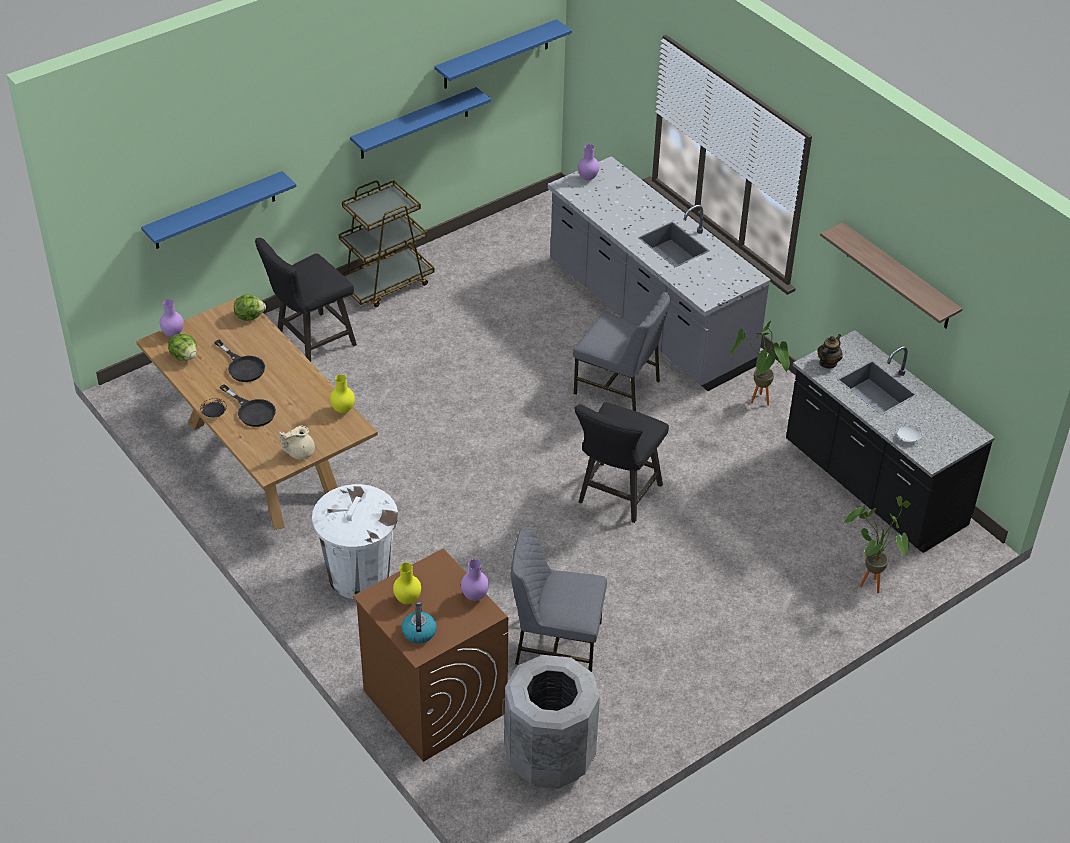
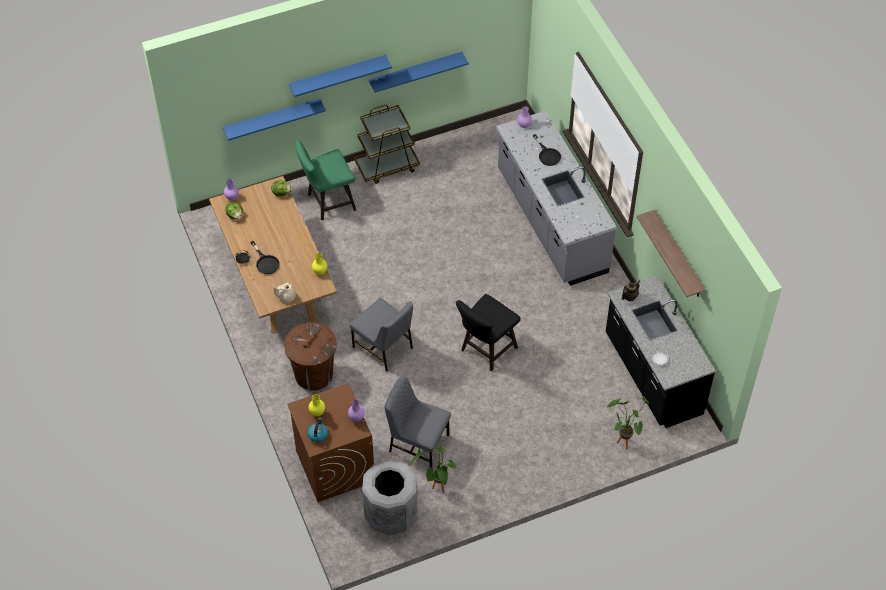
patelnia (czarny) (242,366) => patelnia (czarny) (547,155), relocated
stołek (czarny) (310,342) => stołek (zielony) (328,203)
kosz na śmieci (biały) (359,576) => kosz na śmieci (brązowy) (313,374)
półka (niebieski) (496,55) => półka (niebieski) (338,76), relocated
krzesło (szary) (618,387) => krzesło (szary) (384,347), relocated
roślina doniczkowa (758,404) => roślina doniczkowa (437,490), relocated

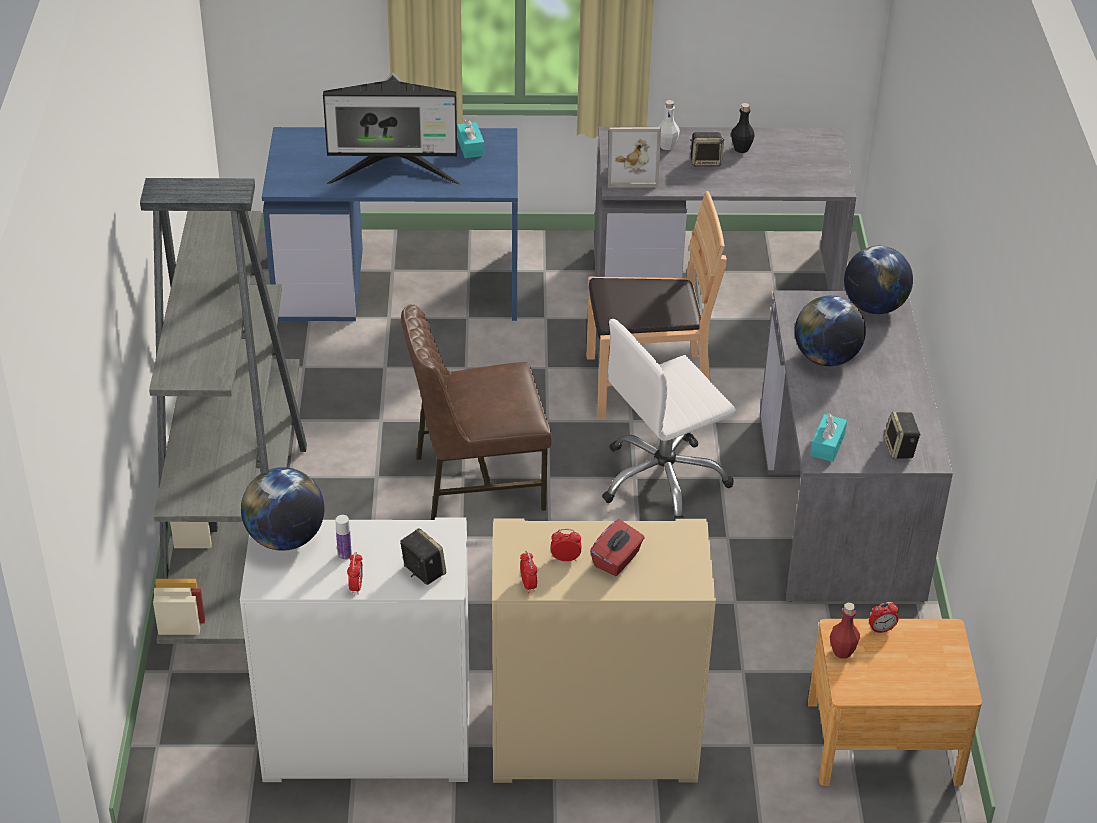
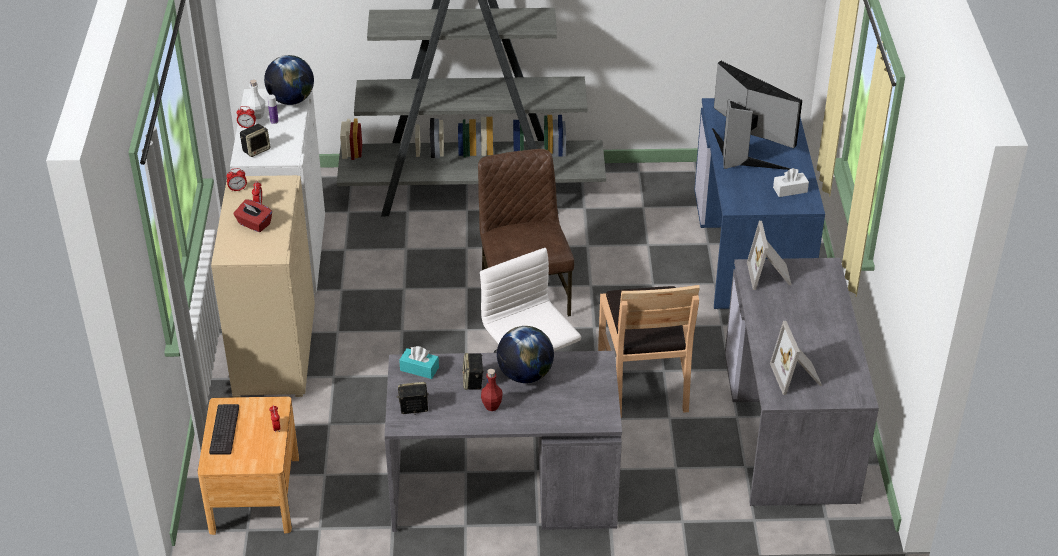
monitor (394,174) => monitor (743,154), 135 degrees clockwise
pudełko chusteczek (turkusowy) (470,147) => pudełko chusteczek (biały) (790,190)
butelka (biały) (667,146) => butelka (biały) (257,116), relocated
głośnik (706,161) => głośnik (473,381), relocated
butelka (czarny) (741,149) => nothing
butelka (czerwony) (842,651) => butelka (czerwony) (492,406), relocated
globus (874,307) => nothing
nothing => klawiatura (224,429)
nothing => ramka na zdjęcie (797,376)

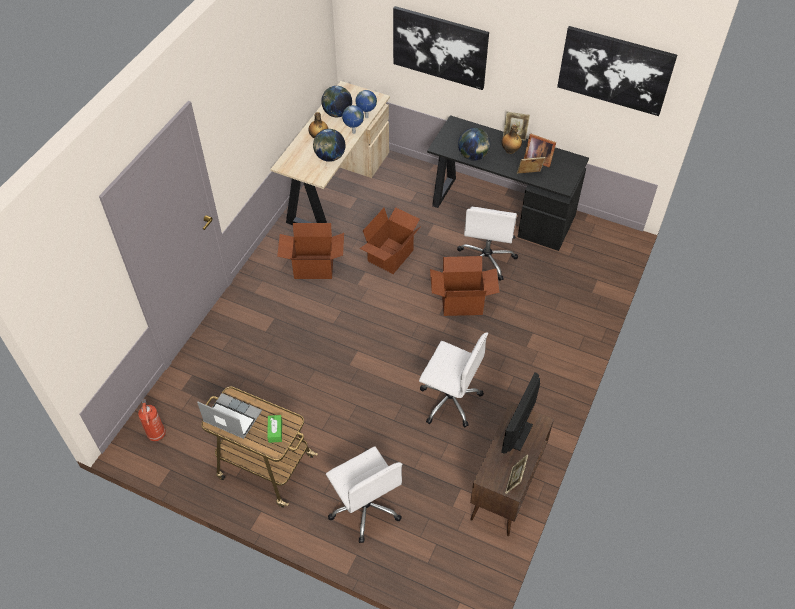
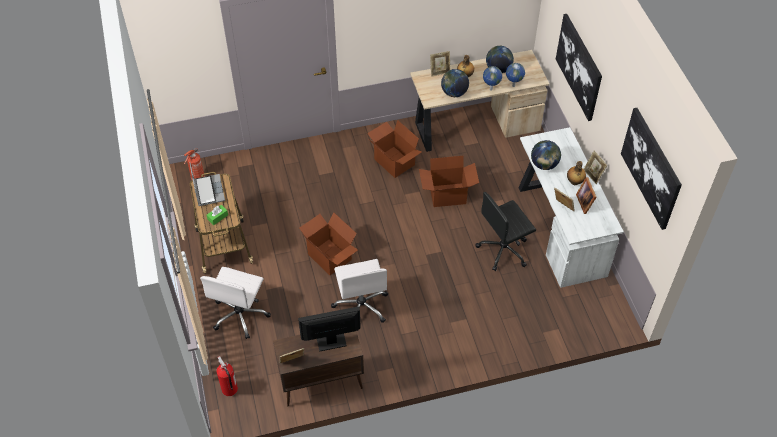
biurko (czarny) (500,210) => biurko (biały) (560,228)
karton (462,302) => karton (330,256), relocated
krzesło biurowe (biały) (486,259) => krzesło biurowe (czarny) (504,250)
nothing => gaśnica (229,389)
nothing => ramka na zdjęcie (440,72)

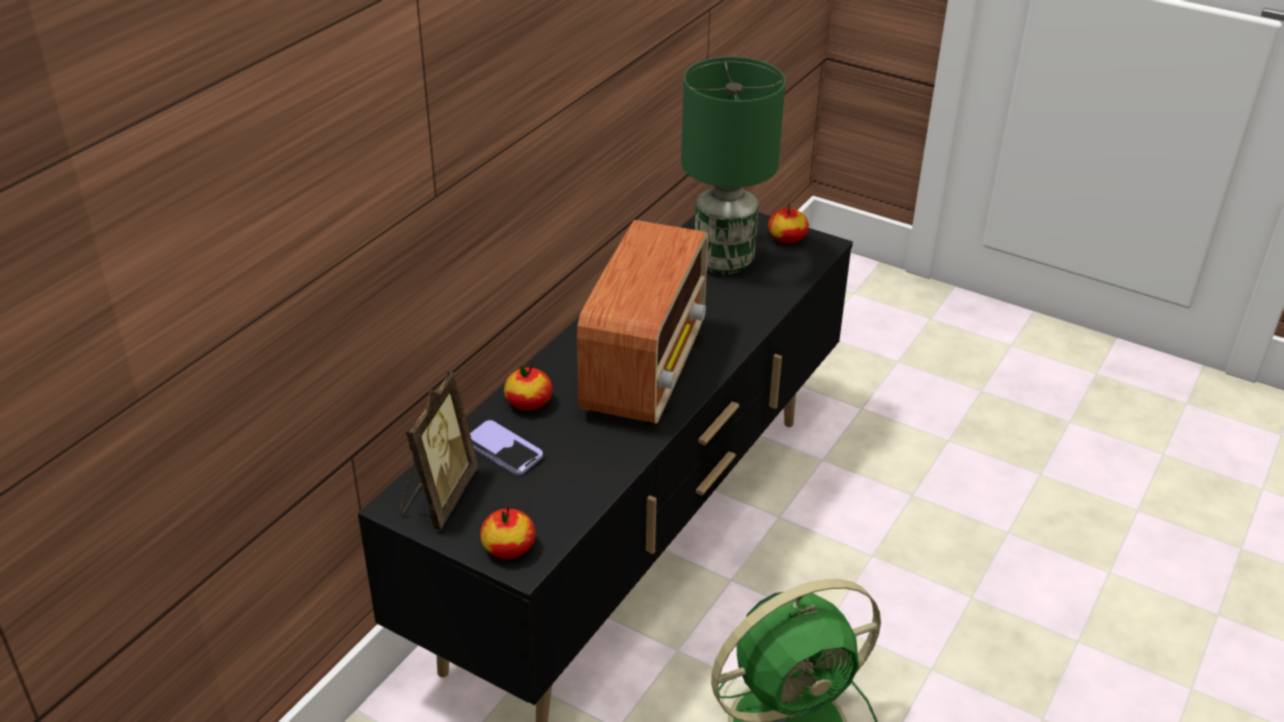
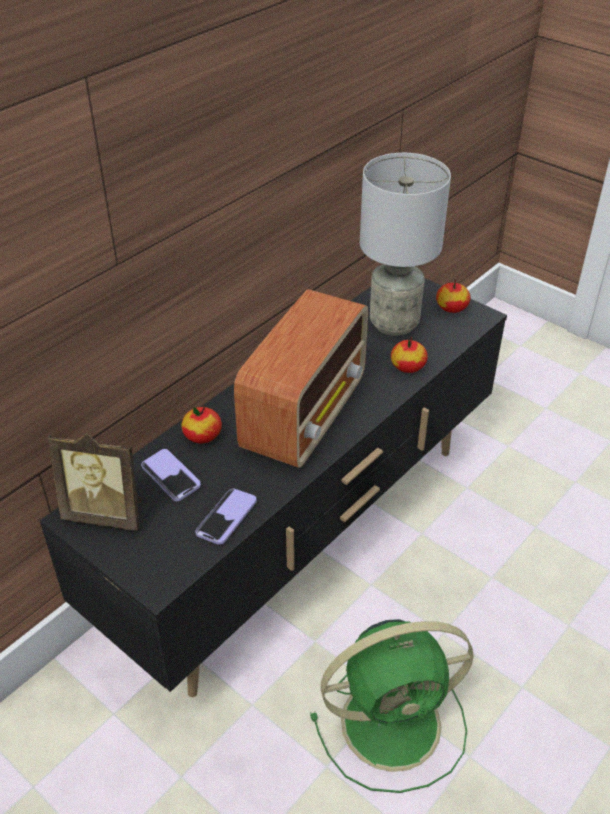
ramka na zdjęcie (438,496) => ramka na zdjęcie (107,513), 75 degrees clockwise
jabłko (508,548) => jabłko (408,366), relocated
lampa stołowa (zielony) (722,262) => lampa stołowa (szary) (393,324)
nothing => telefon (226,517)

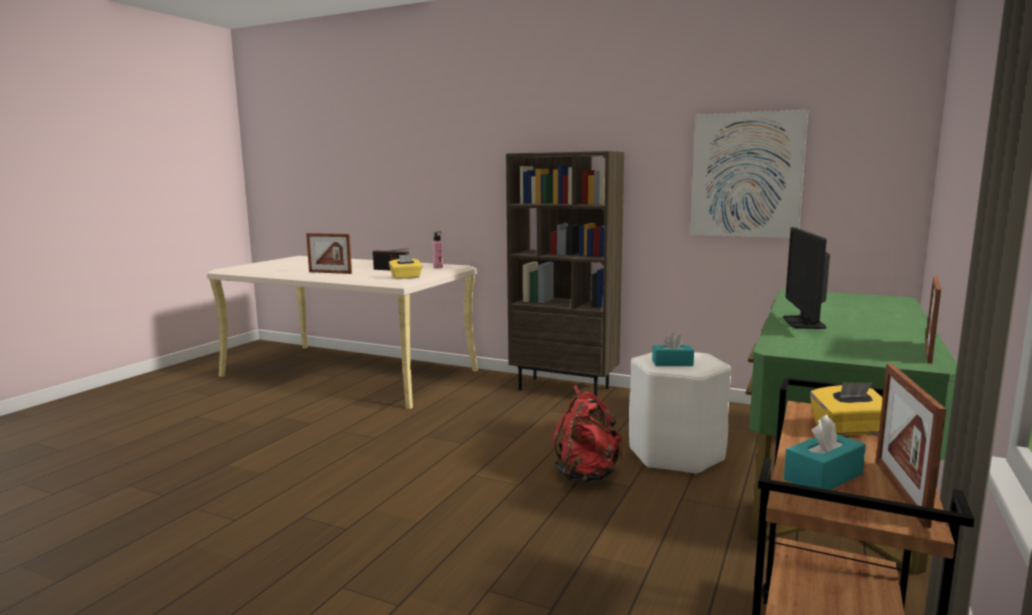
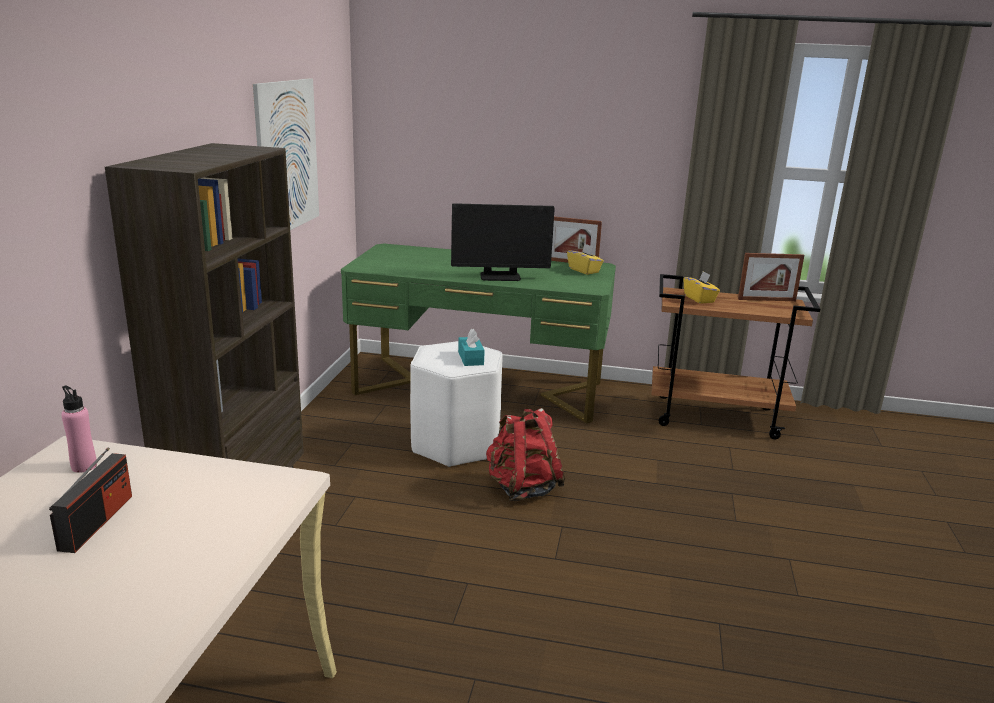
ramka na zdjęcie (330,272) => nothing
pudełko chusteczek (żółty) (406,277) => pudełko chusteczek (żółty) (584,270), relocated
pudełko chusteczek (turkusowy) (823,477) => nothing

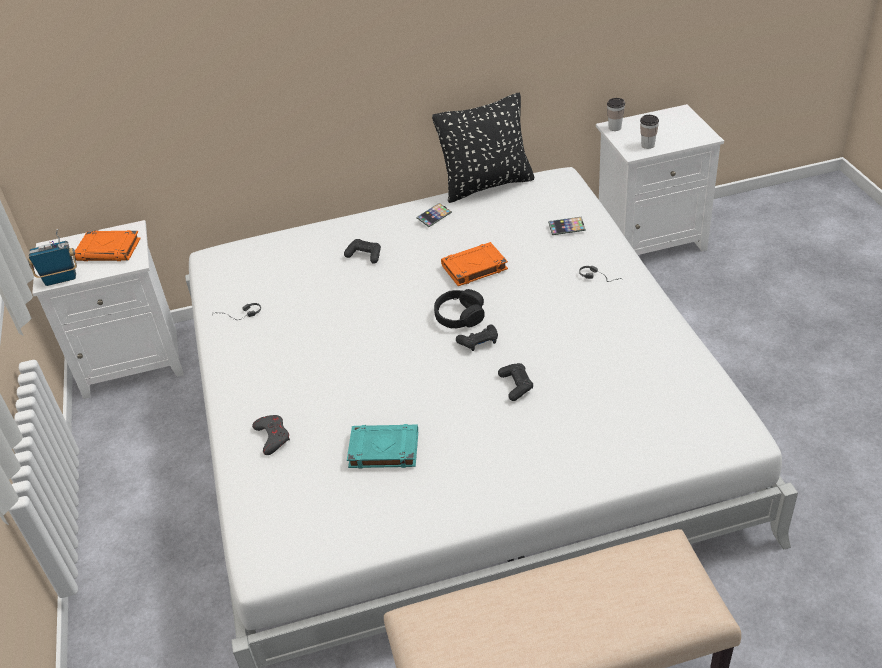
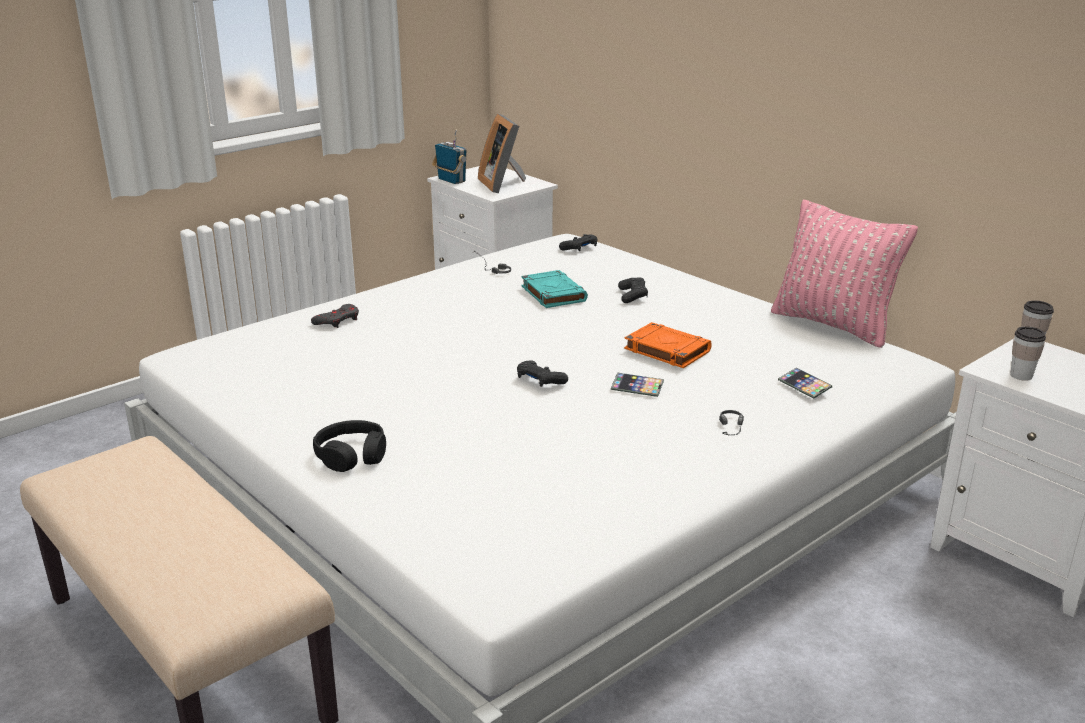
książka (pomarańczowy) (109,250) => ramka na zdjęcie (503,184)
książka (turkusowy) (383,450) => książka (turkusowy) (552,293), relocated
telefon (434,217) => telefon (637,388), relocated
poduszka (czarny) (487,185) => poduszka (różowy) (833,325)
słuchawki (czarny) (459,316) => słuchawki (czarny) (351,455), relocated
pad do gier (czarny) (516,385) => pad do gier (czarny) (579,248), relocated

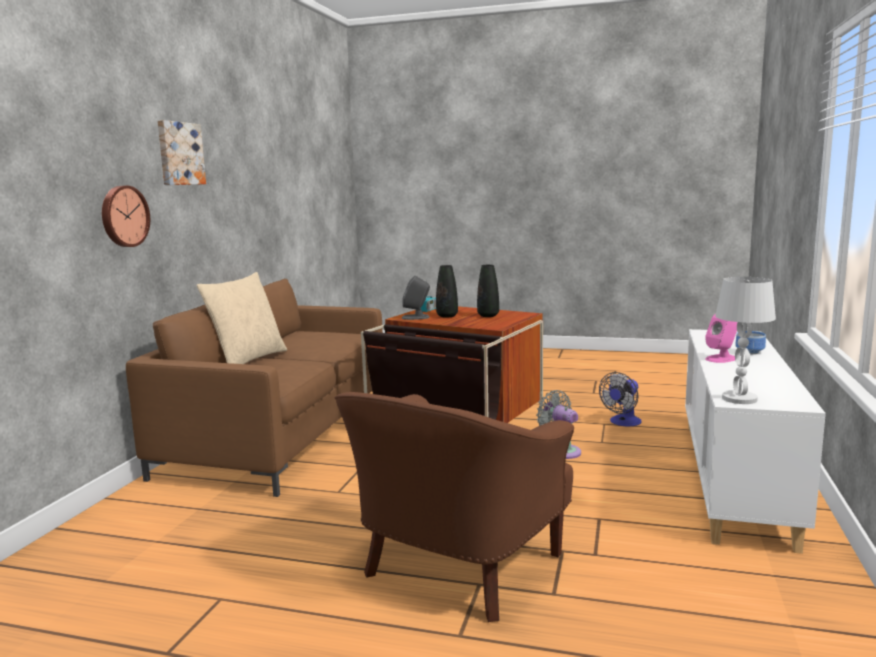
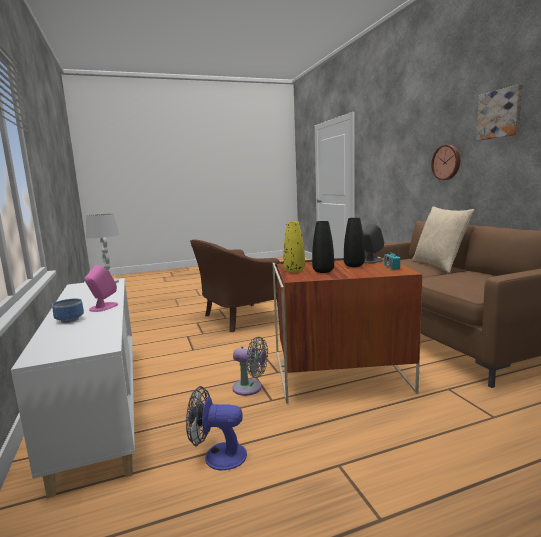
fotel (brązowy) (456,569) => fotel (brązowy) (238,318), 120 degrees counterclockwise
wentylator (623,422) => wentylator (217,456), 90 degrees counterclockwise
nothing => wazon (żółty) (294,271)

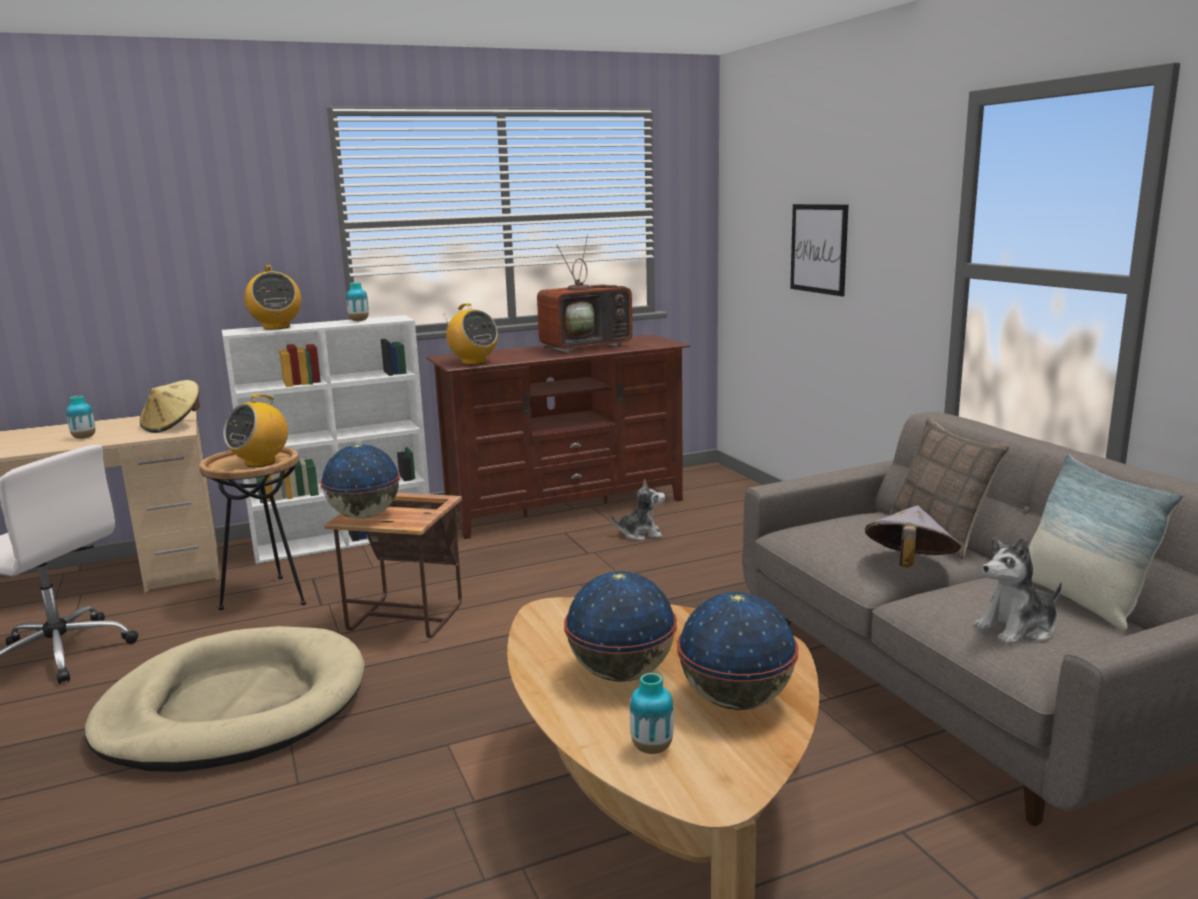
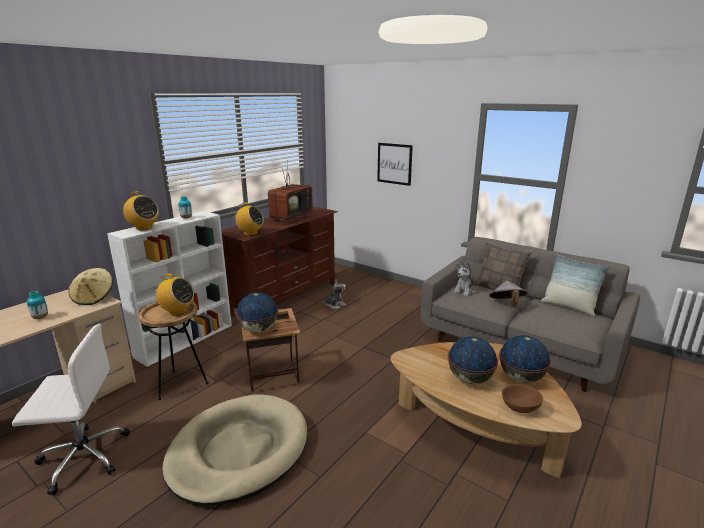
radio (261,462) => radio (177,311), 75 degrees counterclockwise
wazon (652,748) => miska (brązowy) (520,407)
pluszak (1017,629) => pluszak (465,291), relocated

